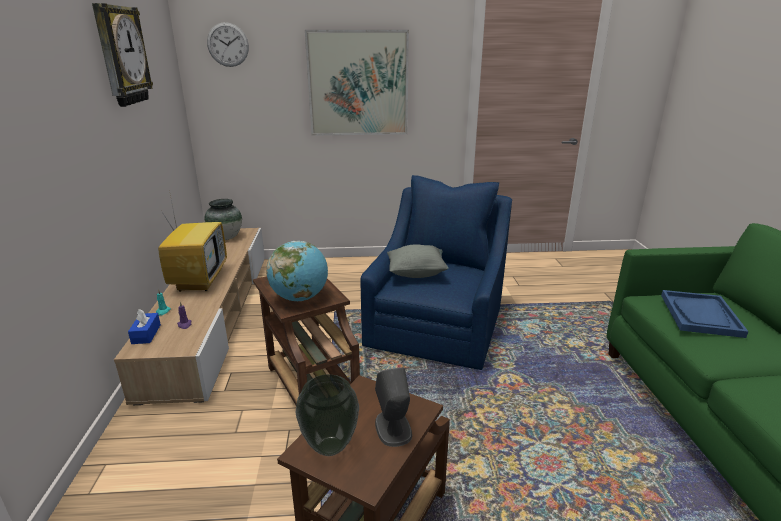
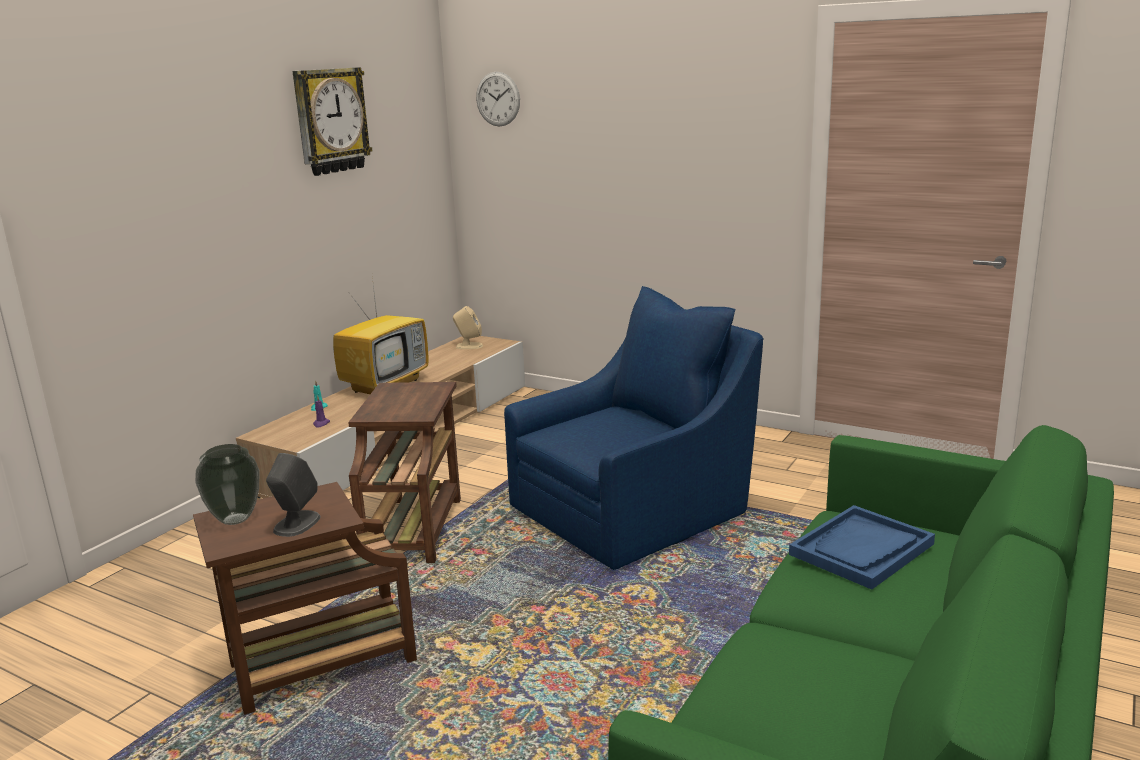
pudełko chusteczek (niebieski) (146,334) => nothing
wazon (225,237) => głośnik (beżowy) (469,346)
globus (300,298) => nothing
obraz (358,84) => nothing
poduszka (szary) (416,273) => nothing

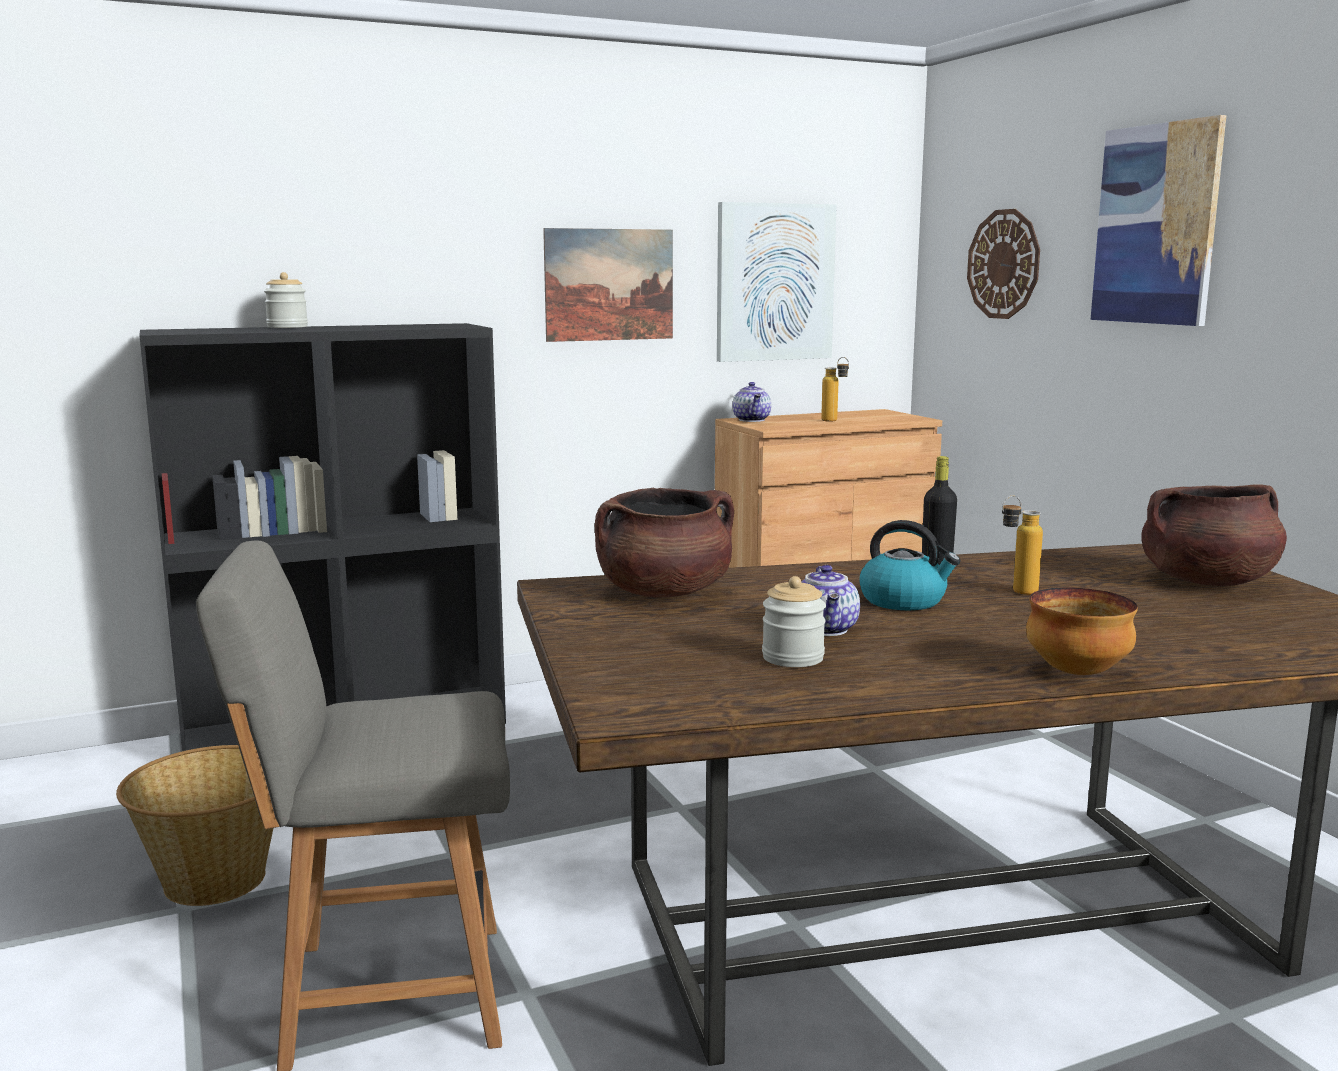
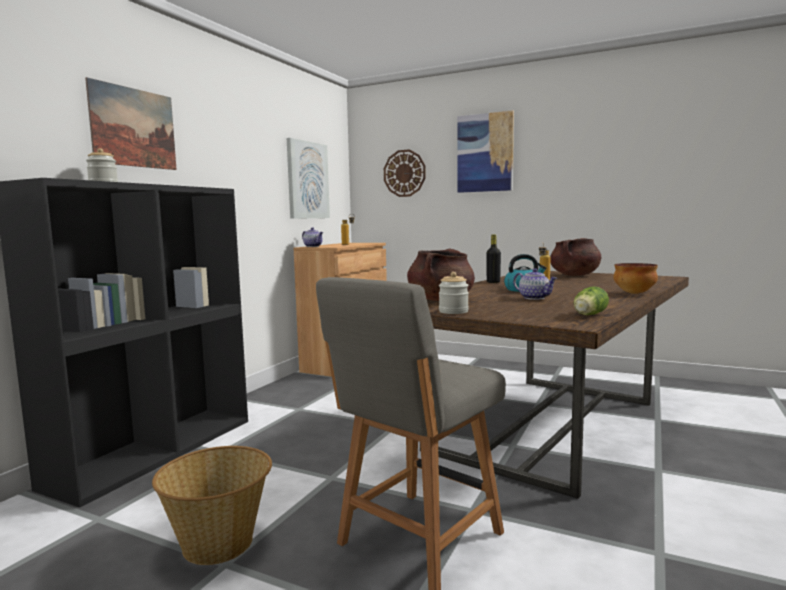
obraz (609,285) => obraz (134,127), relocated
słoik (793,658) => słoik (453,311), relocated
nothing => sałata (588,315)

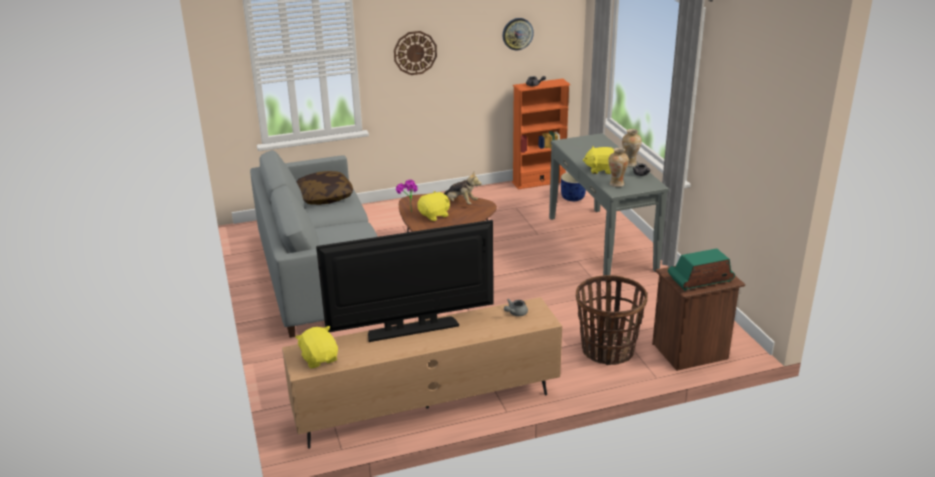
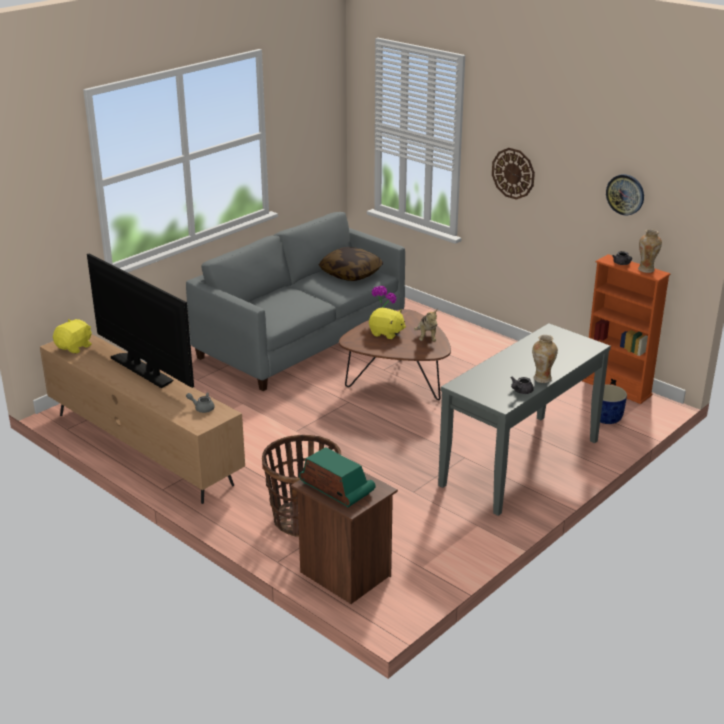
pluszak (żółty) (601,170) => nothing
wazon (616,184) => wazon (646,269), relocated

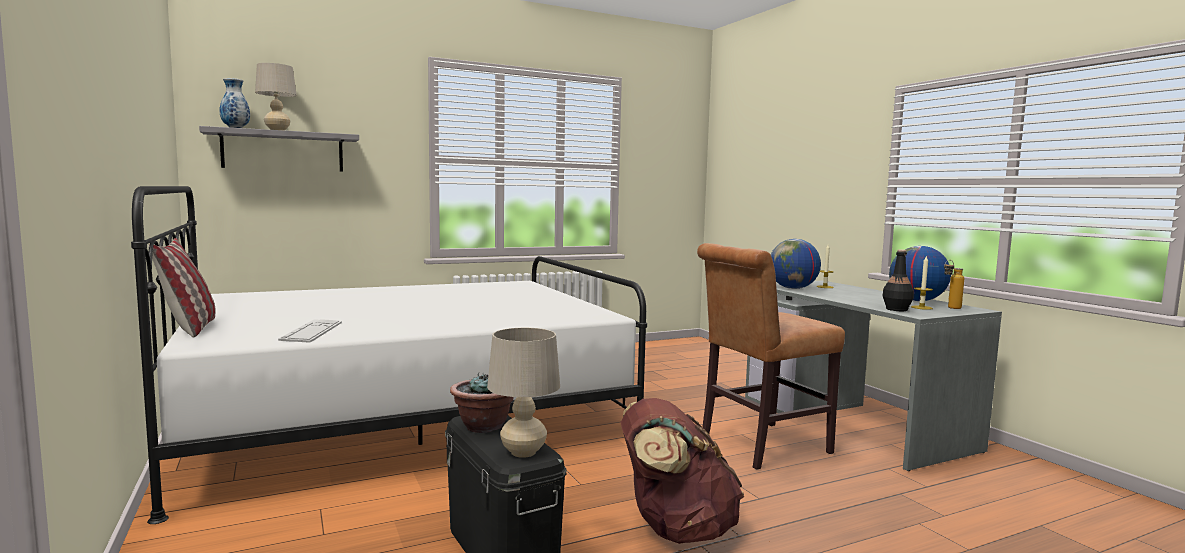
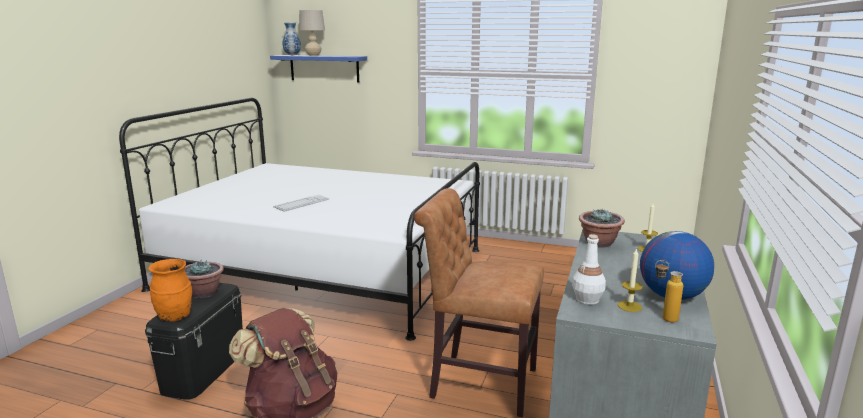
poduszka (190,328) => nothing
półka (szary) (283,151) => półka (niebieski) (324,68)
klawiatura (312,332) => klawiatura (302,203), relocated
lampa stołowa (beżowy) (523,452) => wazon (pomarańczowy) (175,317)
globus (793,288) => roślina doniczkowa (599,243)
butelka (czarny) (896,309) => butelka (biały) (587,299)

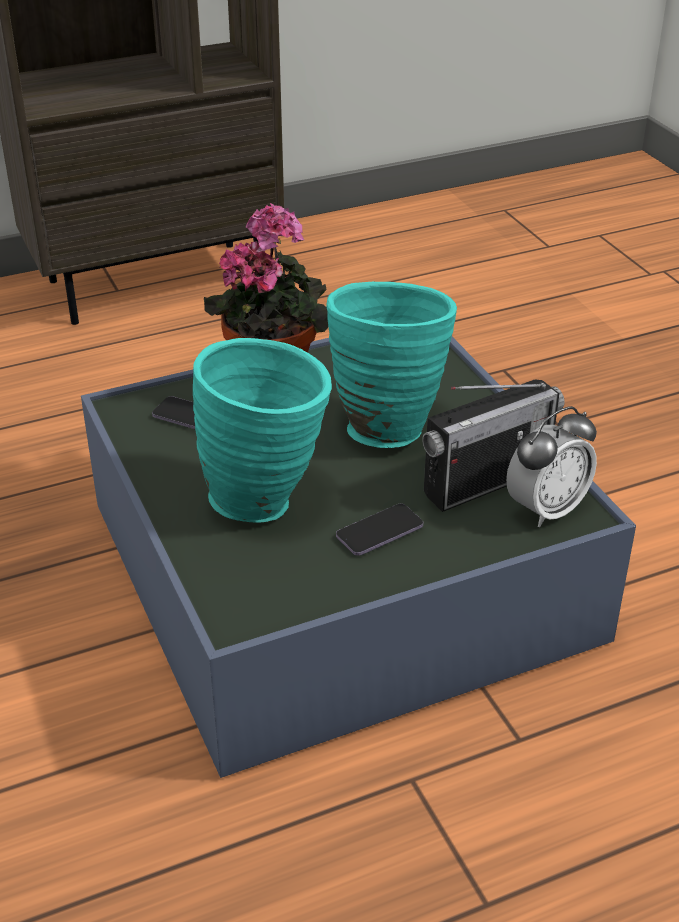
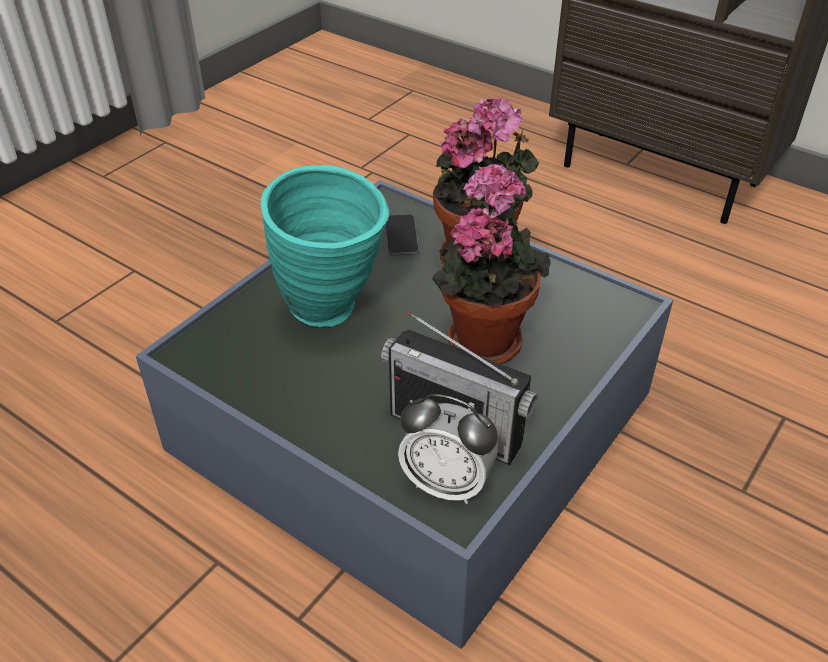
wazon (turkusowy) (386,424) => roślina doniczkowa (483,337)
telefon (379,532) => nothing

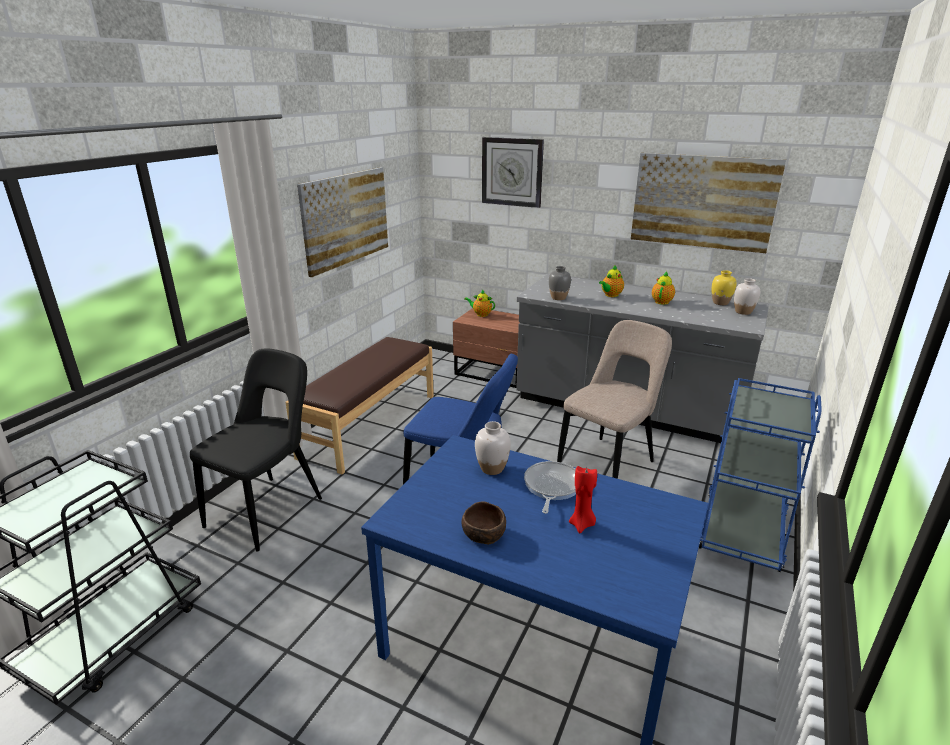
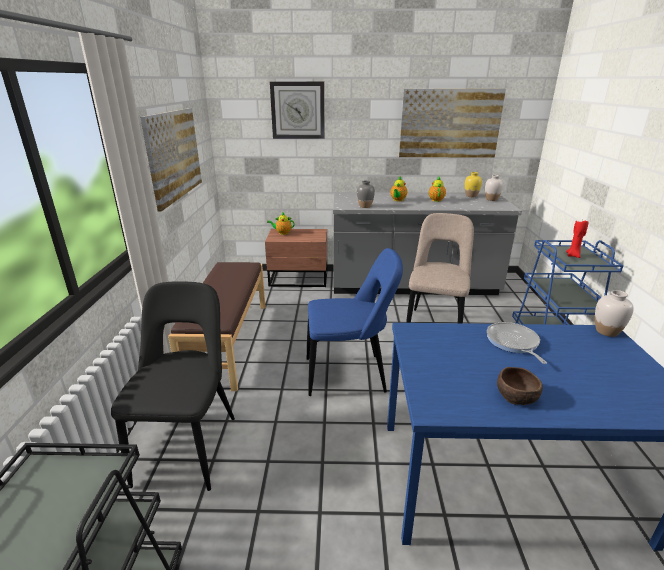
wazon (biały) (492,468) => wazon (biały) (606,331), relocated
świeca (czerwony) (582,524) => świeca (czerwony) (573,255), relocated

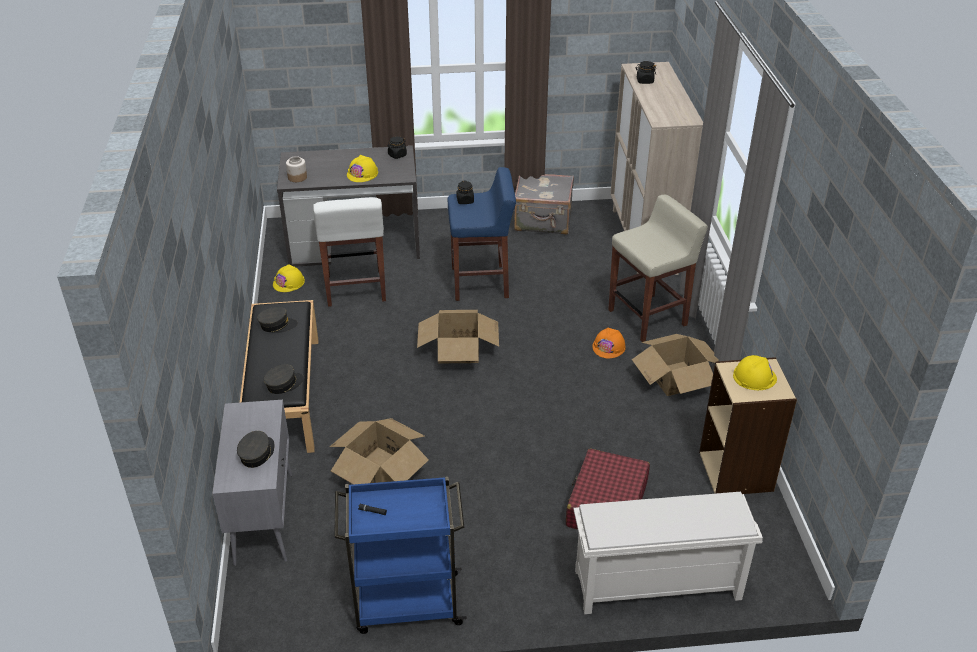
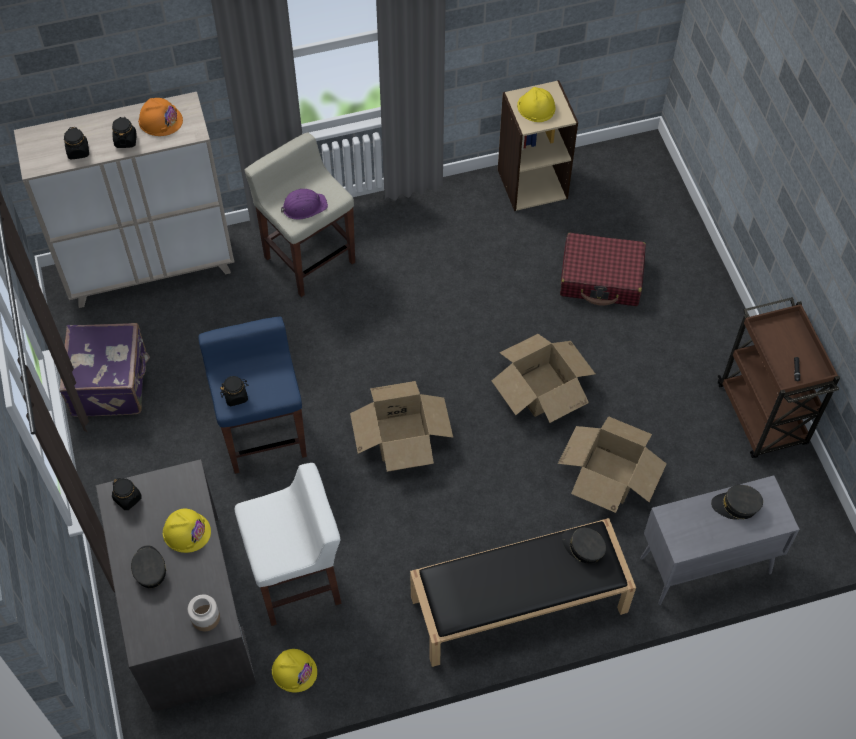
czapka z daszkiem (szary) (277,325) => czapka z daszkiem (szary) (149,569), relocated
wózek (niebieski) (405,603) => wózek (brązowy) (762,416)
walizka (szary) (543,221) => walizka (fioletowy) (111,383)
regał na buty (biały) (655,586) => nothing
kask (pomarańczowy) (609,347) => kask (pomarańczowy) (160,120), relocated
karton (676,378) => karton (542,389), relocated
nothing => słoik (czarny) (125,140)
nothing => kask (fioletowy) (304,206)

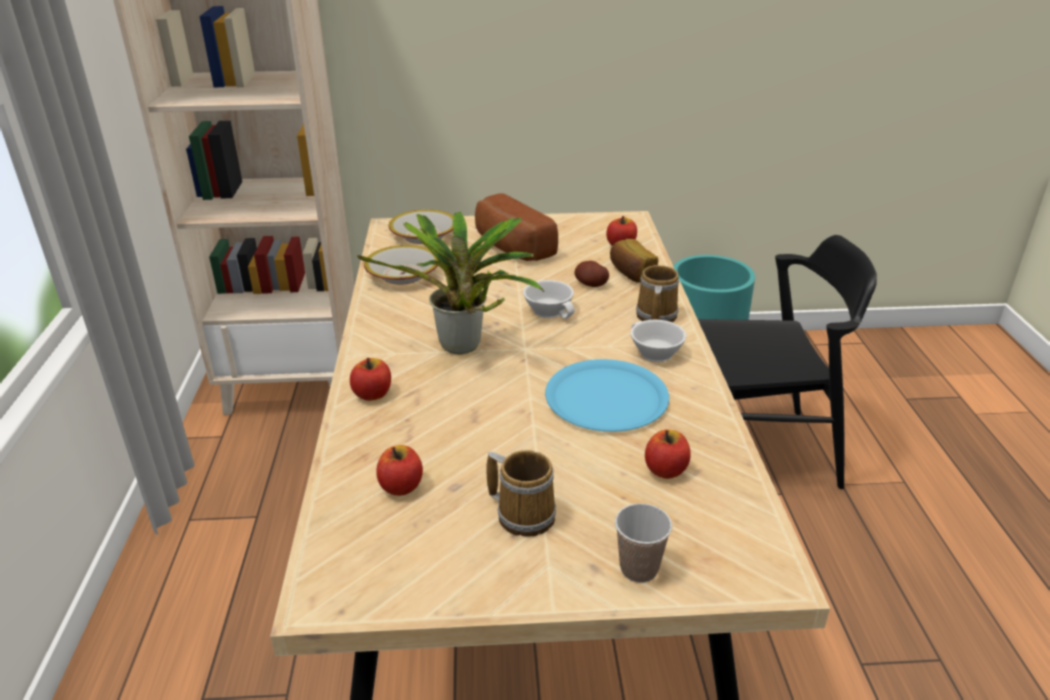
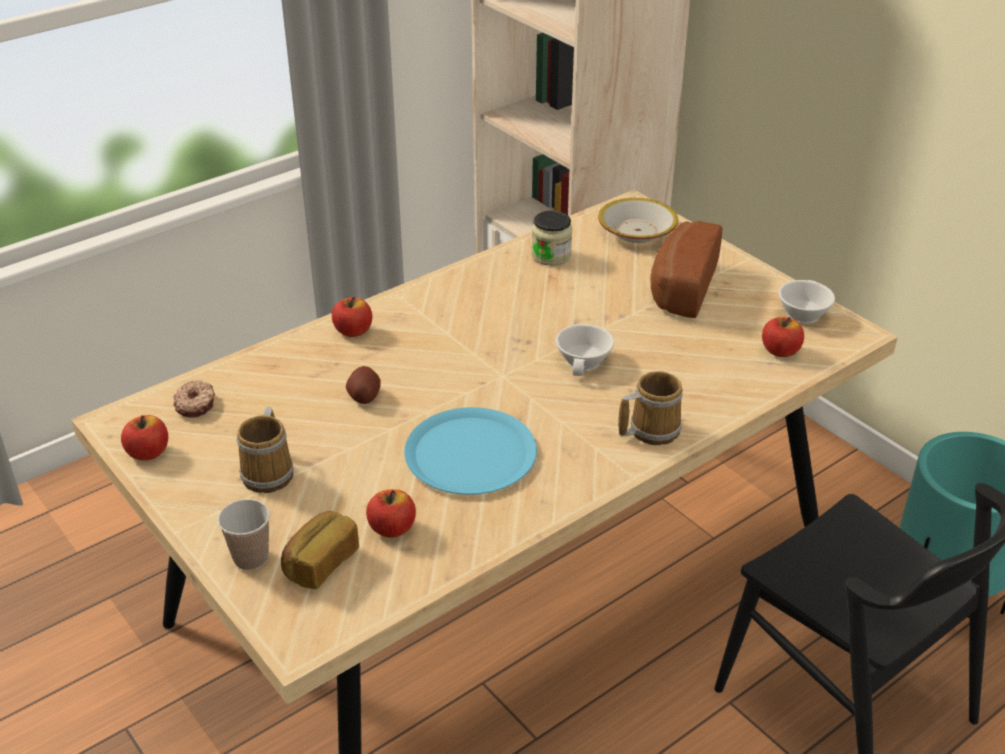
roślina doniczkowa (463,349) => nothing
miska (403,274) => słoik (551,256)
jabłko (401,486) => jabłko (148,453), relocated
ziemniak (591,284) => ziemniak (364,396), relocated
chleb (631,273) => chleb (320,563), relocated
filiżanka (biały) (653,353) => filiżanka (biały) (801,313), relocated
nothing => donut (196,404)

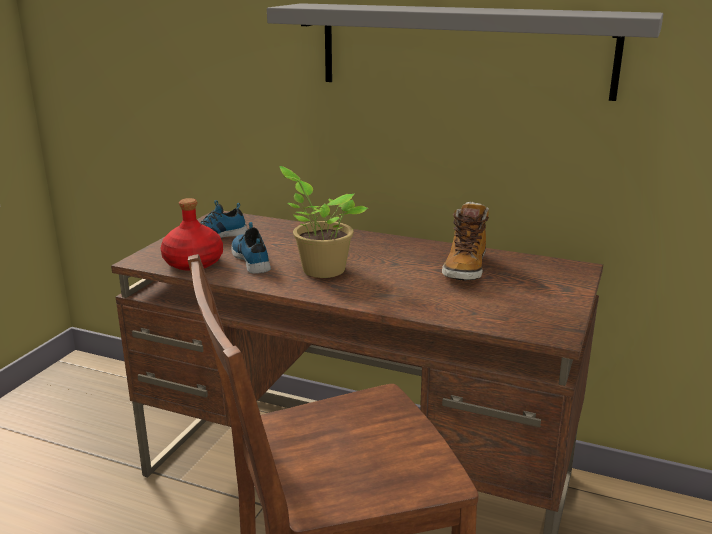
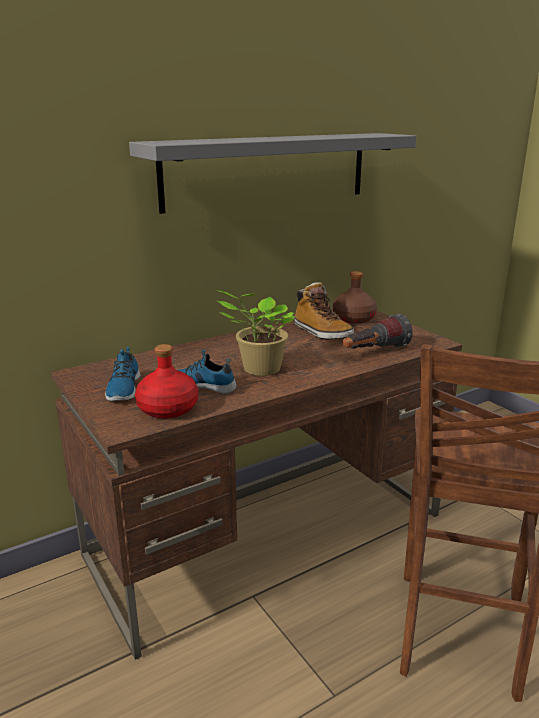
nothing => butelka (brązowy) (353,318)
nothing => latarka (374,352)

